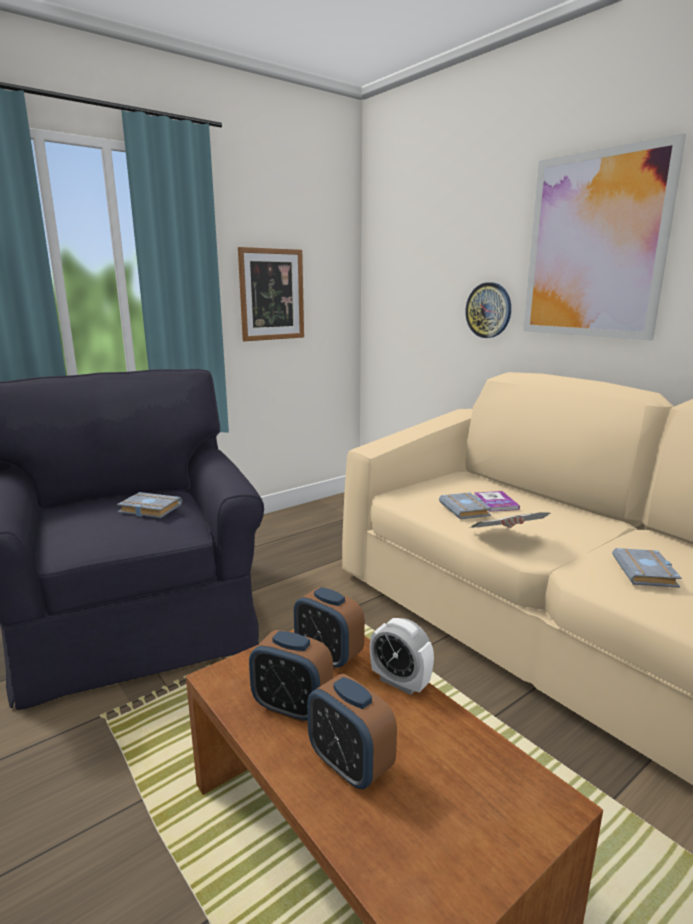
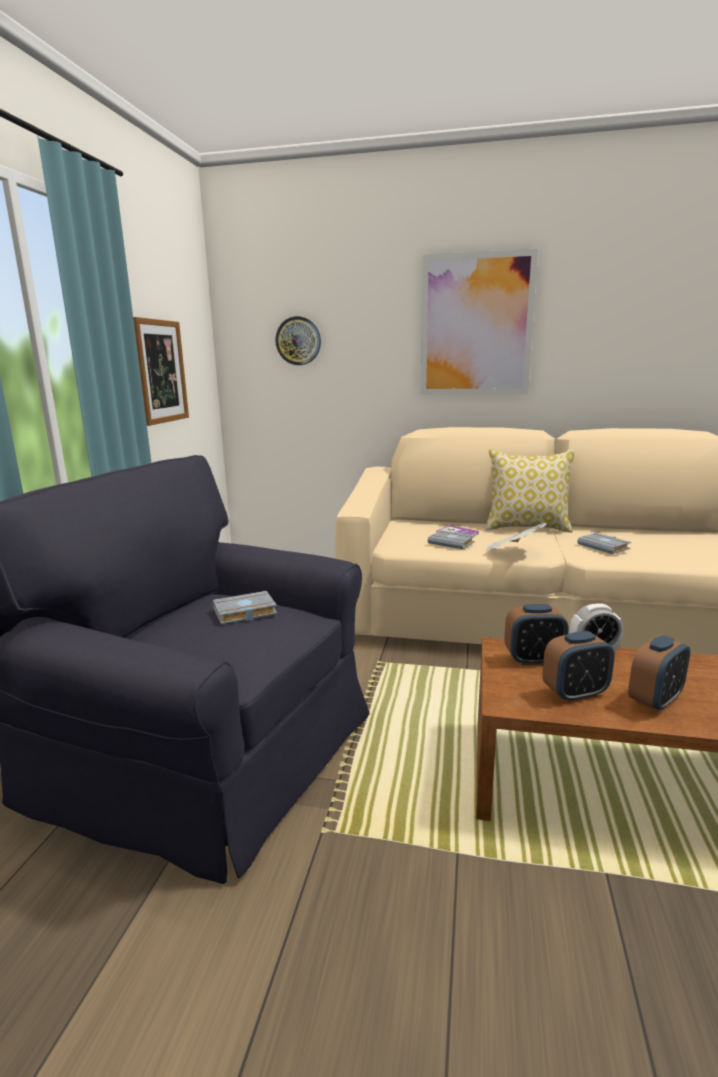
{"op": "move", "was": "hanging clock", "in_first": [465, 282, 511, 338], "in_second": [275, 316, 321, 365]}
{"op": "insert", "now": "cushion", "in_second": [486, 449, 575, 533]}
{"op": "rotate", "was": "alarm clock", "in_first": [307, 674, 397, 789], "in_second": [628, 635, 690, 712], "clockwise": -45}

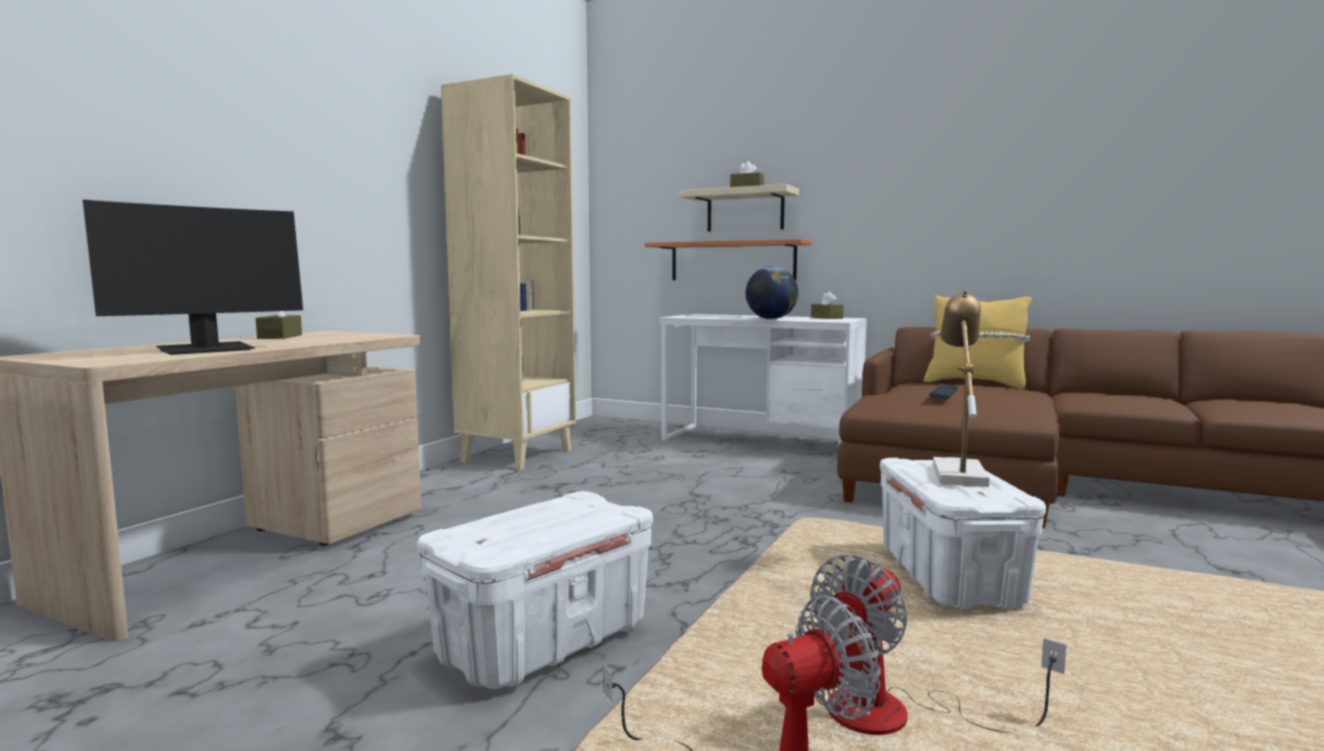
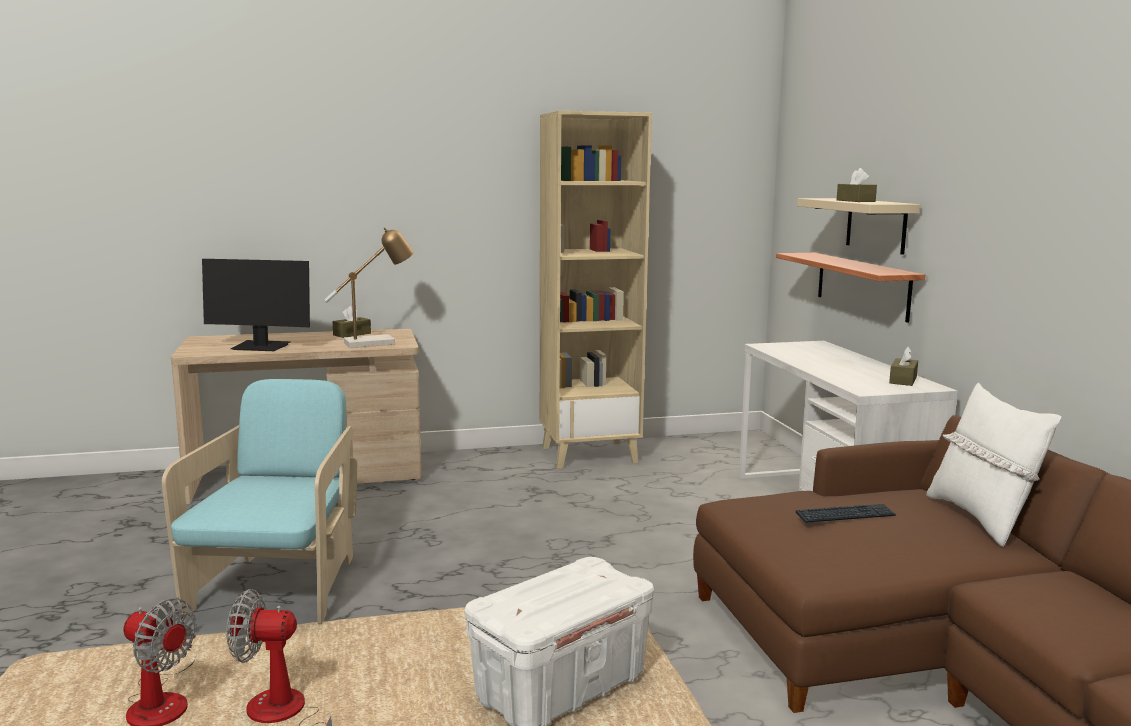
{"op": "replace", "was": "white-coloured storage container", "now": "blue-green armchair", "in_first": [417, 491, 653, 689], "in_second": [162, 379, 357, 624]}
{"op": "move", "was": "table lamp", "in_first": [933, 290, 990, 487], "in_second": [324, 228, 414, 348]}
{"op": "recolor", "was": "yellow-coloured cushion", "now": "white-coloured cushion", "in_first": [923, 295, 1032, 389], "in_second": [926, 383, 1061, 547]}
{"op": "delete", "was": "world globe", "in_first": [746, 266, 798, 319]}

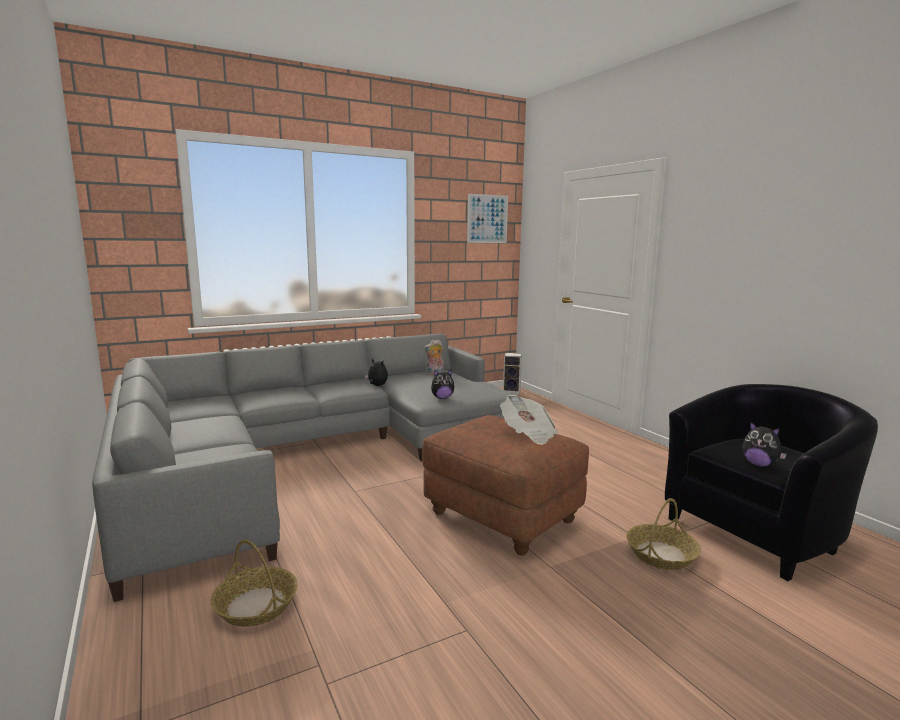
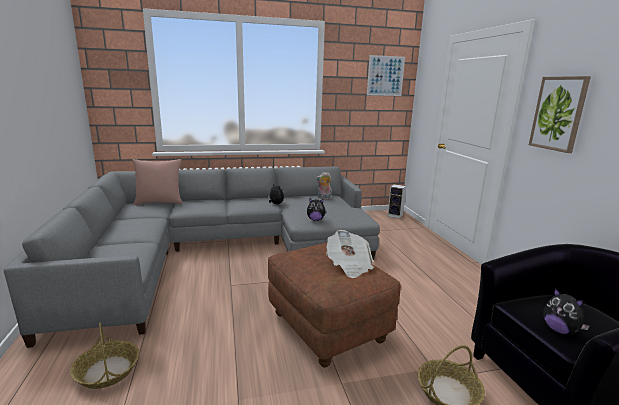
{"op": "insert", "now": "pinkish cushion", "in_second": [132, 159, 183, 205]}
{"op": "insert", "now": "wall picture", "in_second": [529, 76, 591, 153]}

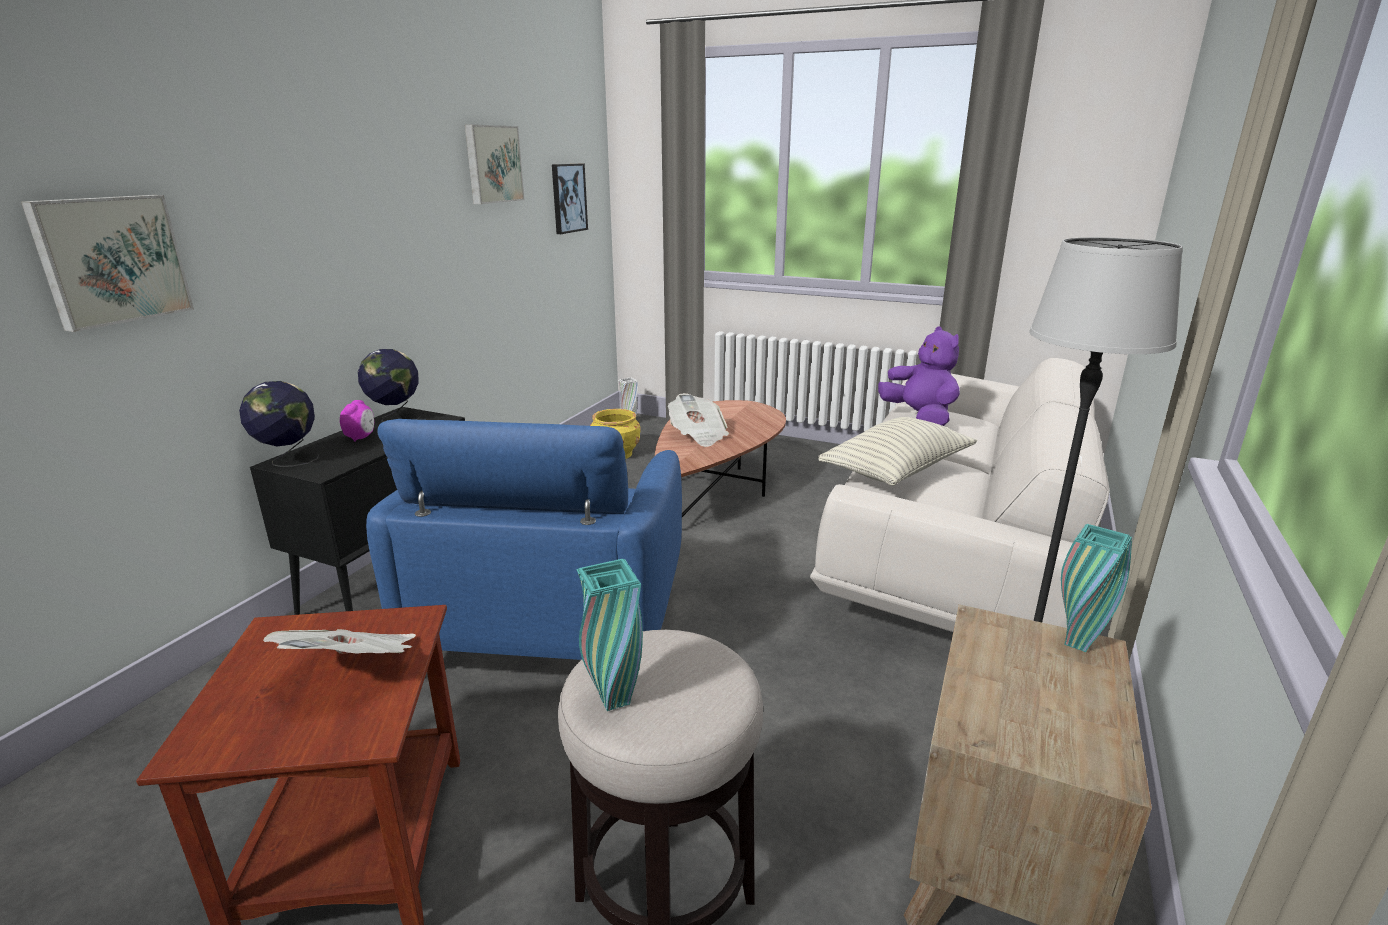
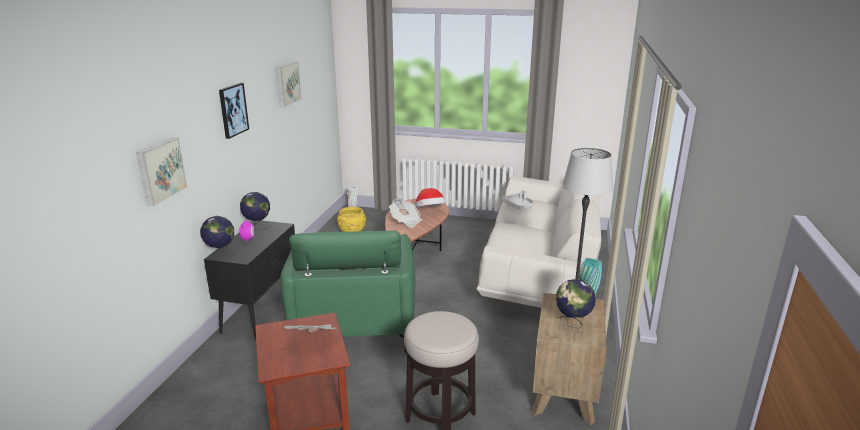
{"op": "move", "was": "wall picture", "in_first": [552, 164, 588, 234], "in_second": [219, 83, 249, 139]}
{"op": "recolor", "was": "bluish armchair", "now": "green-coloured armchair", "in_first": [366, 419, 682, 660], "in_second": [280, 231, 415, 353]}
{"op": "insert", "now": "wearable hat", "in_second": [415, 188, 446, 208]}
{"op": "replace", "was": "purple cuddly toy", "now": "grey tray", "in_first": [878, 327, 960, 426], "in_second": [502, 190, 534, 210]}
{"op": "insert", "now": "world globe", "in_second": [556, 279, 596, 329]}
{"op": "delete", "was": "blue-green decorative vase", "in_first": [576, 559, 643, 711]}
{"op": "delete", "was": "cushion", "in_first": [818, 417, 977, 486]}

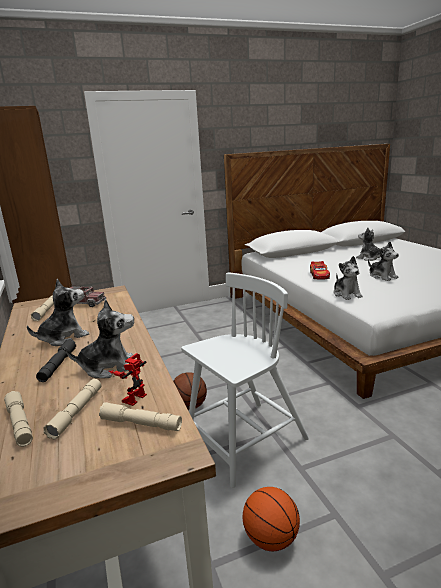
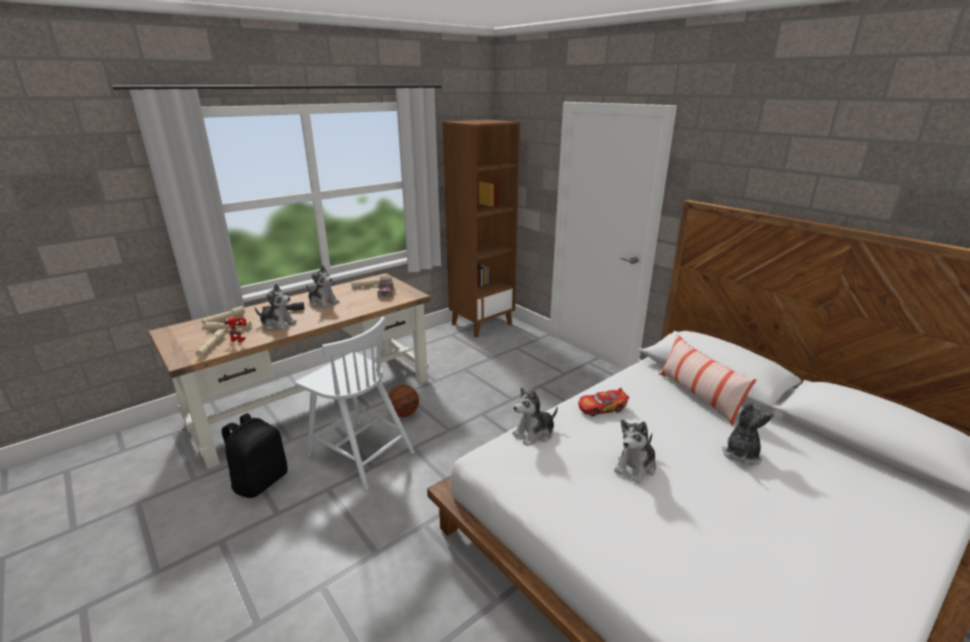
{"op": "replace", "was": "basketball ball", "now": "black rucksack", "in_first": [243, 487, 300, 551], "in_second": [222, 413, 288, 498]}
{"op": "rotate", "was": "cuddly toy", "in_first": [65, 299, 134, 378], "in_second": [255, 284, 297, 331], "clockwise": -45}
{"op": "insert", "now": "cushion", "in_second": [658, 334, 756, 425]}

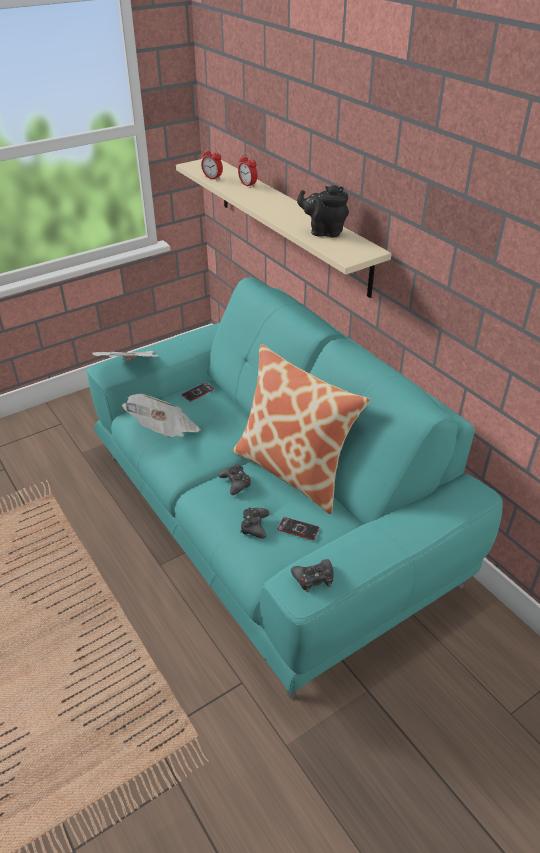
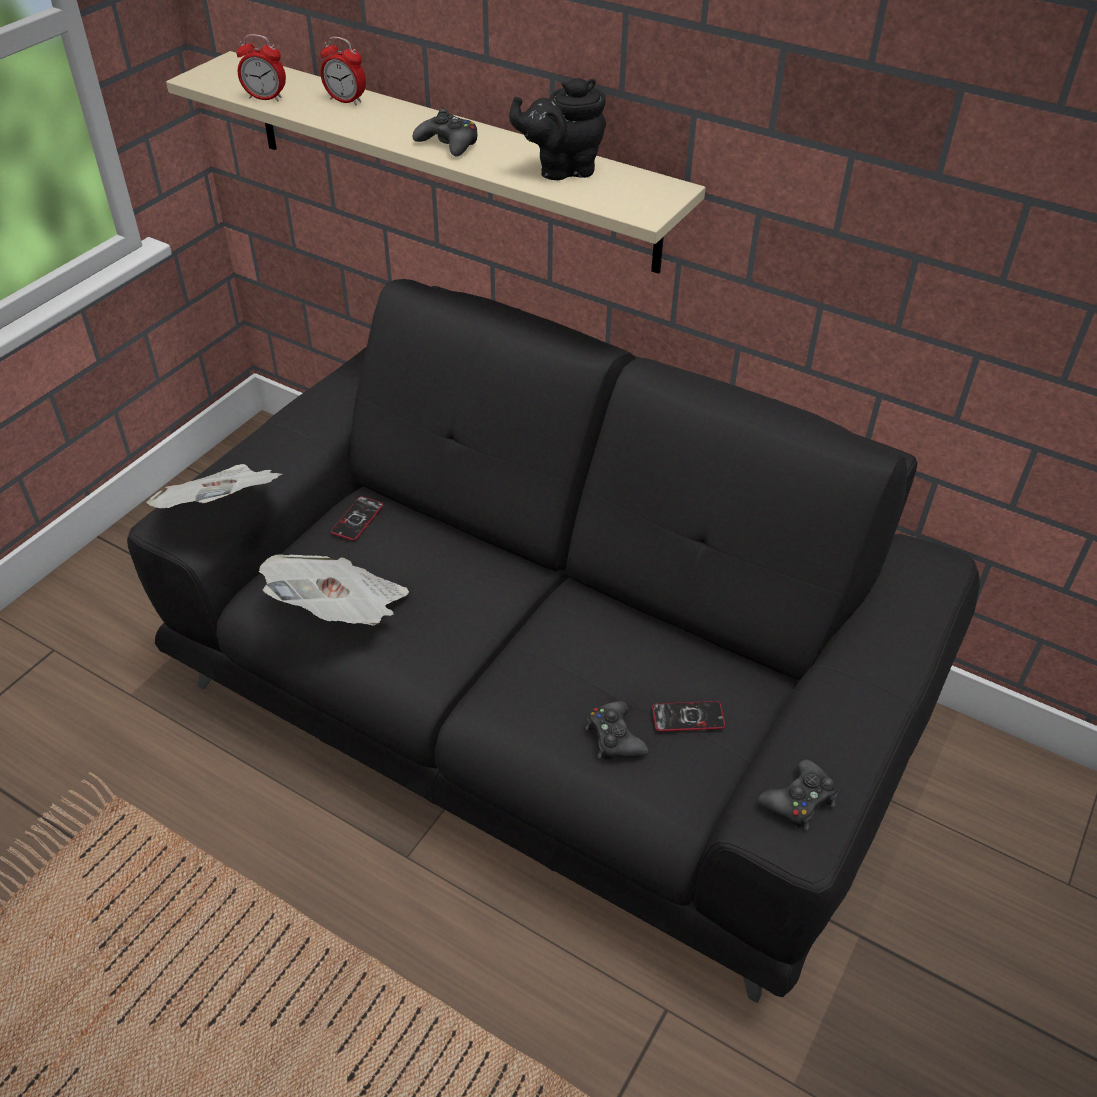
{"op": "recolor", "was": "blue-green settee", "now": "black settee", "in_first": [87, 278, 503, 699], "in_second": [127, 279, 980, 1003]}
{"op": "move", "was": "black game controller", "in_first": [218, 464, 251, 495], "in_second": [413, 109, 477, 157]}
{"op": "delete", "was": "cushion", "in_first": [233, 344, 370, 514]}

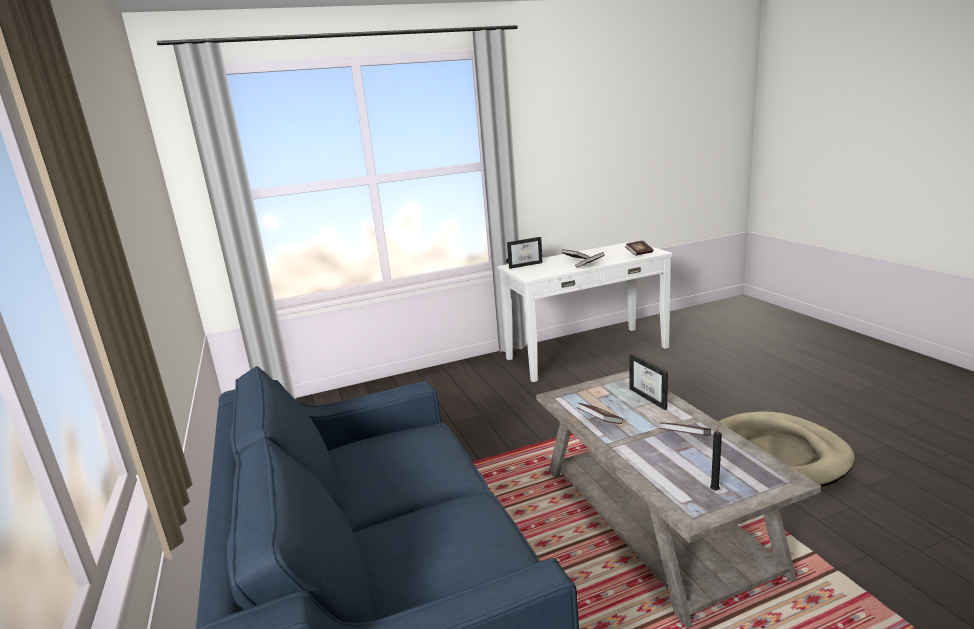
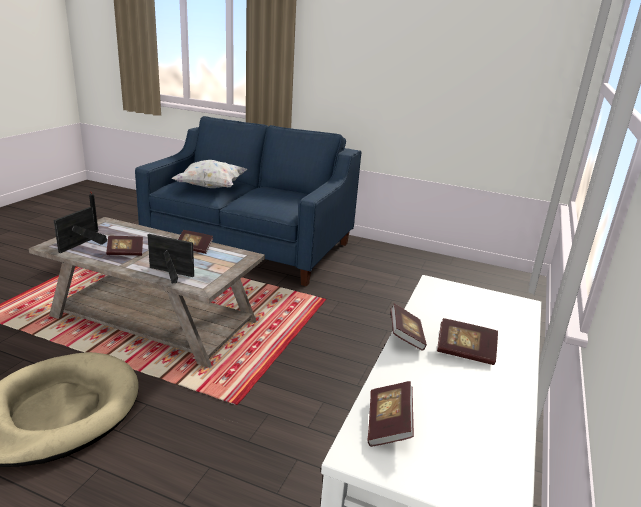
{"op": "move", "was": "picture frame", "in_first": [506, 237, 543, 269], "in_second": [54, 207, 107, 253]}
{"op": "insert", "now": "white-coloured cushion", "in_second": [172, 160, 248, 188]}

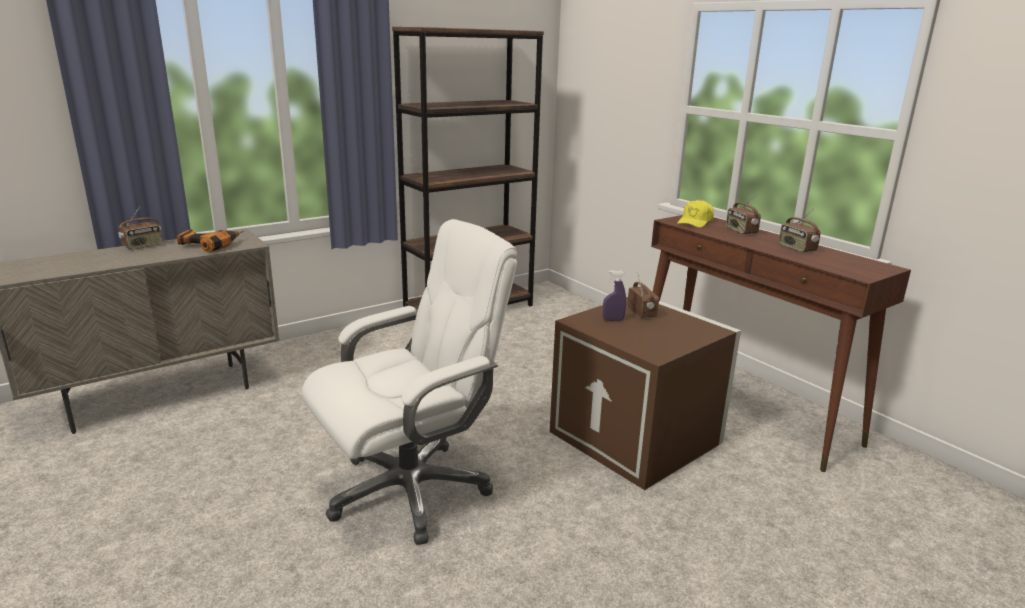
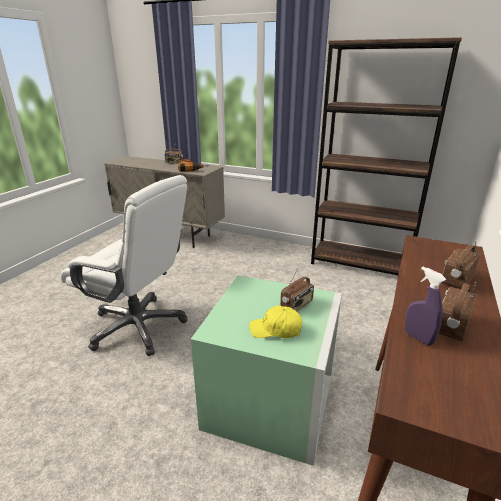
{"op": "recolor", "was": "brown-coloured storage container", "now": "green-coloured storage container", "in_first": [550, 297, 741, 490], "in_second": [191, 275, 342, 466]}
{"op": "move", "was": "yellow-coloured cap", "in_first": [677, 200, 714, 228], "in_second": [249, 305, 302, 338]}
{"op": "move", "was": "purple sprayer", "in_first": [603, 270, 626, 321], "in_second": [405, 267, 446, 346]}

